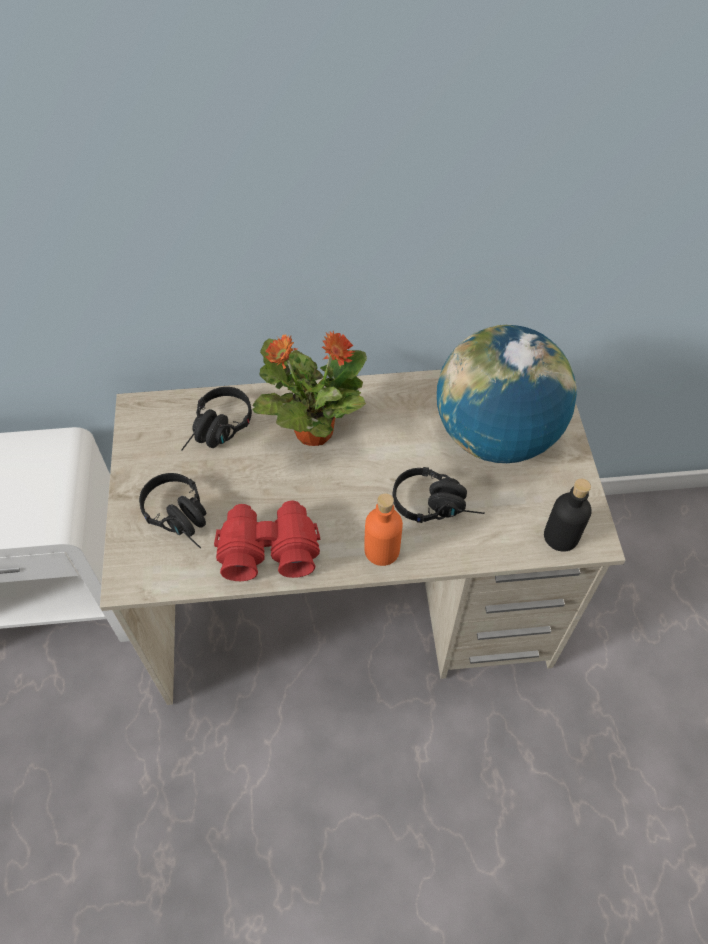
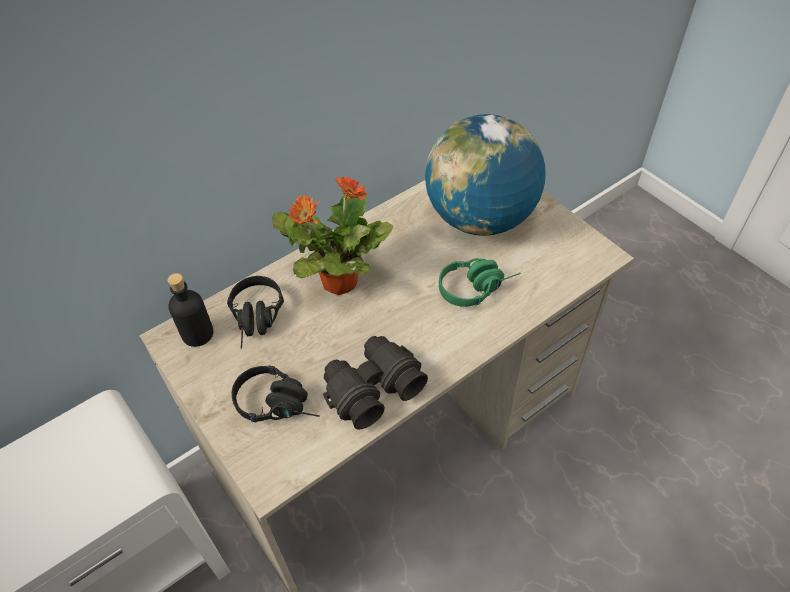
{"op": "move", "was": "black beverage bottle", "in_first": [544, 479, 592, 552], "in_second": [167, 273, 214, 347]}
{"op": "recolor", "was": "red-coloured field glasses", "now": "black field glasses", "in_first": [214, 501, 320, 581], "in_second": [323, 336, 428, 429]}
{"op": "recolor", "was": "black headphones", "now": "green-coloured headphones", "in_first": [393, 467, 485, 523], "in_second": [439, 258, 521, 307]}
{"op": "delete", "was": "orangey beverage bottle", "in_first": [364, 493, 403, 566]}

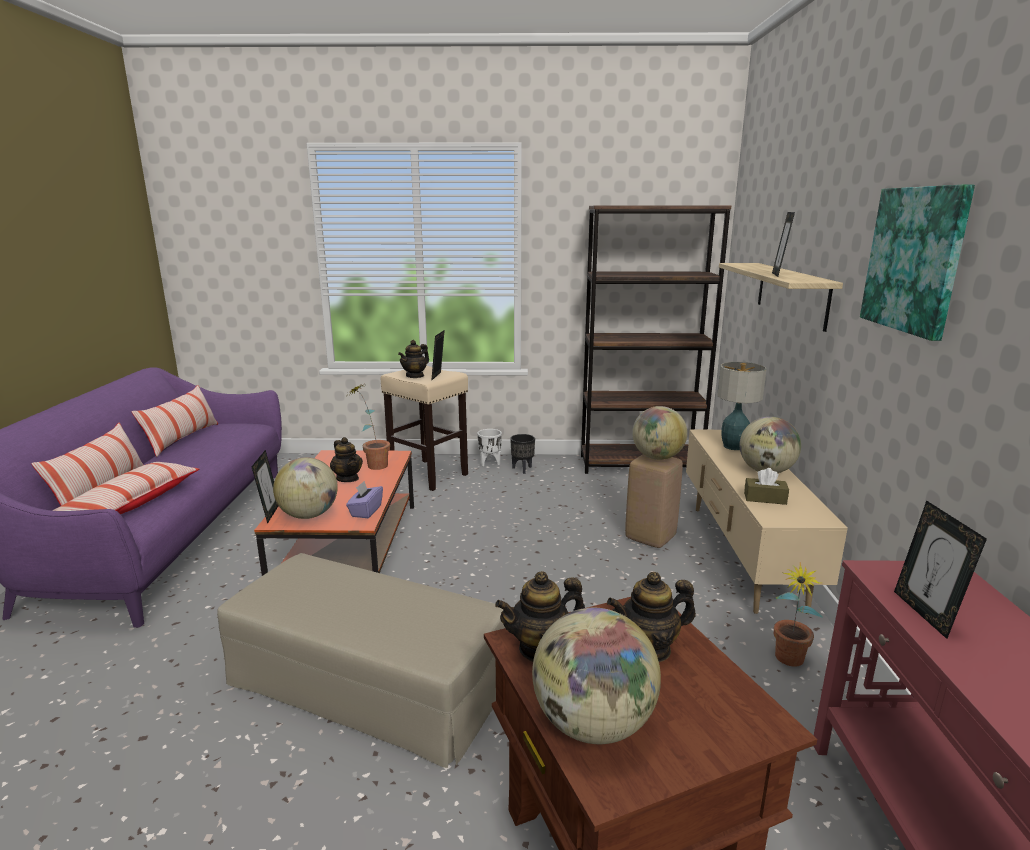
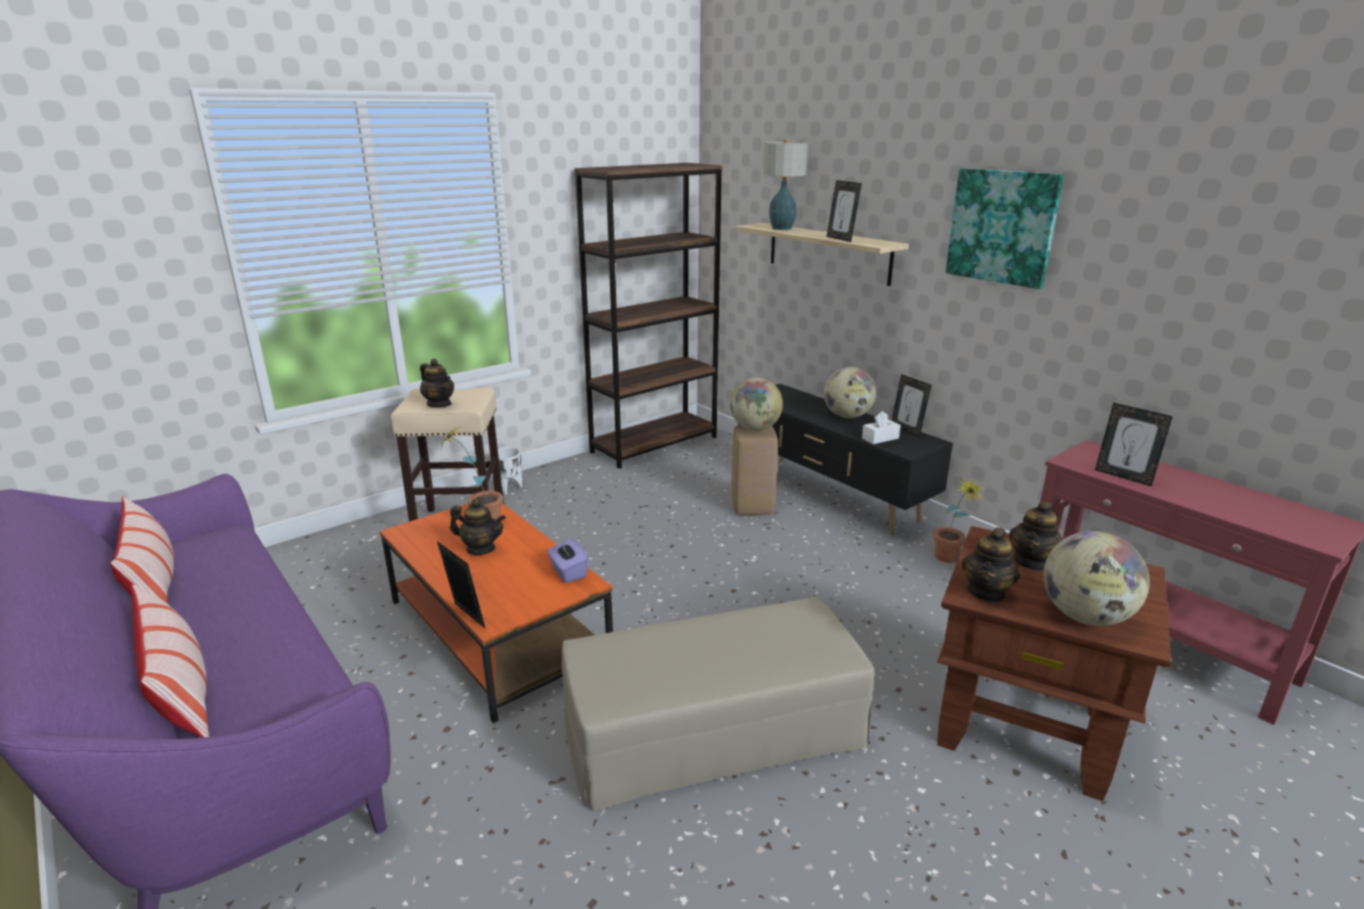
{"op": "rotate", "was": "teapot", "in_first": [398, 340, 429, 378], "in_second": [420, 359, 454, 407], "clockwise": -45}
{"op": "recolor", "was": "beige-coloured tv stand", "now": "black tv stand", "in_first": [686, 430, 848, 614], "in_second": [738, 384, 953, 536]}
{"op": "move", "was": "table lamp", "in_first": [717, 362, 767, 450], "in_second": [763, 139, 808, 230]}
{"op": "recolor", "was": "brown-coloured tissue box", "now": "white-coloured tissue box", "in_first": [744, 468, 789, 505], "in_second": [862, 411, 901, 444]}
{"op": "move", "was": "picture frame", "in_first": [431, 330, 445, 381], "in_second": [892, 374, 931, 438]}
{"op": "delete", "was": "cushion", "in_first": [52, 462, 200, 514]}
{"op": "delete", "was": "world globe", "in_first": [273, 457, 338, 519]}
{"op": "delete", "was": "black flower pot", "in_first": [510, 434, 535, 474]}

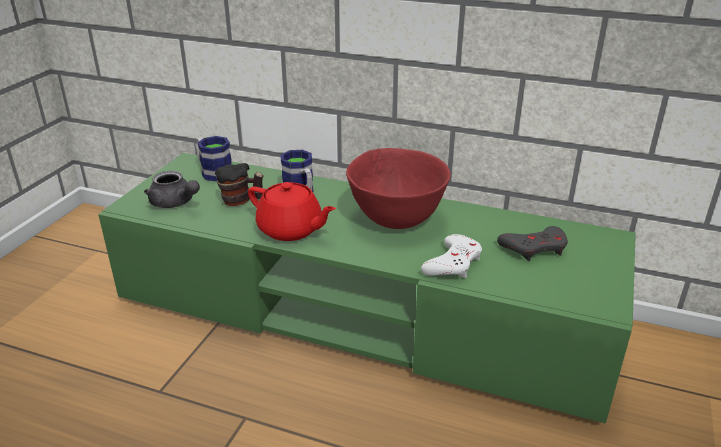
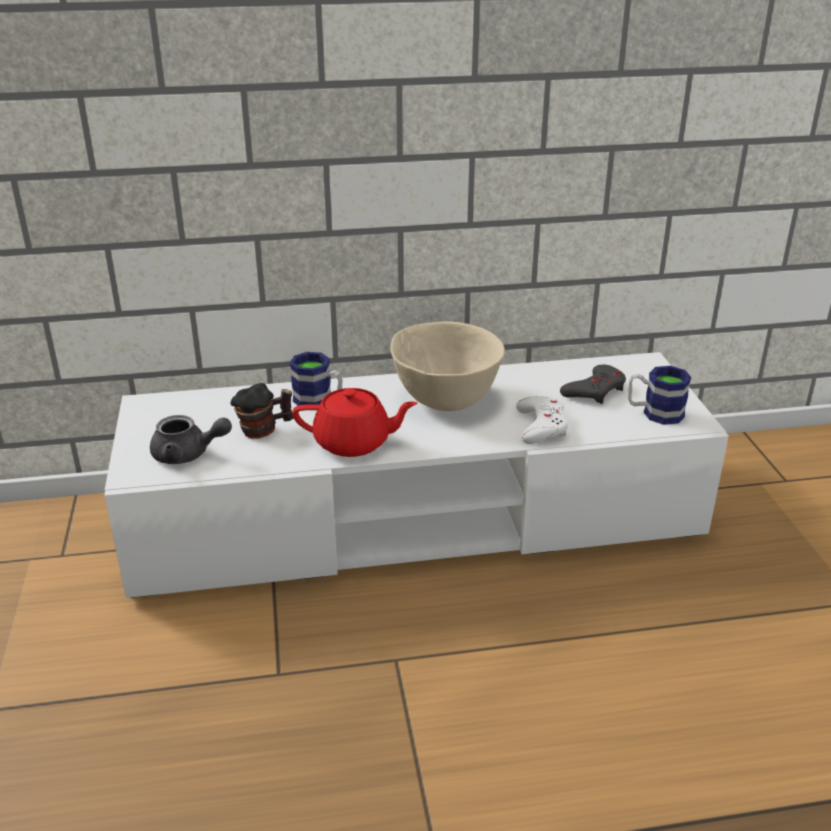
{"op": "recolor", "was": "green-coloured tv stand", "now": "white-coloured tv stand", "in_first": [98, 153, 636, 424], "in_second": [104, 352, 729, 598]}
{"op": "recolor", "was": "red-coloured bowl", "now": "beige-coloured bowl", "in_first": [346, 148, 451, 229], "in_second": [390, 322, 505, 411]}
{"op": "move", "was": "coffee mug", "in_first": [195, 136, 232, 182], "in_second": [628, 366, 692, 425]}

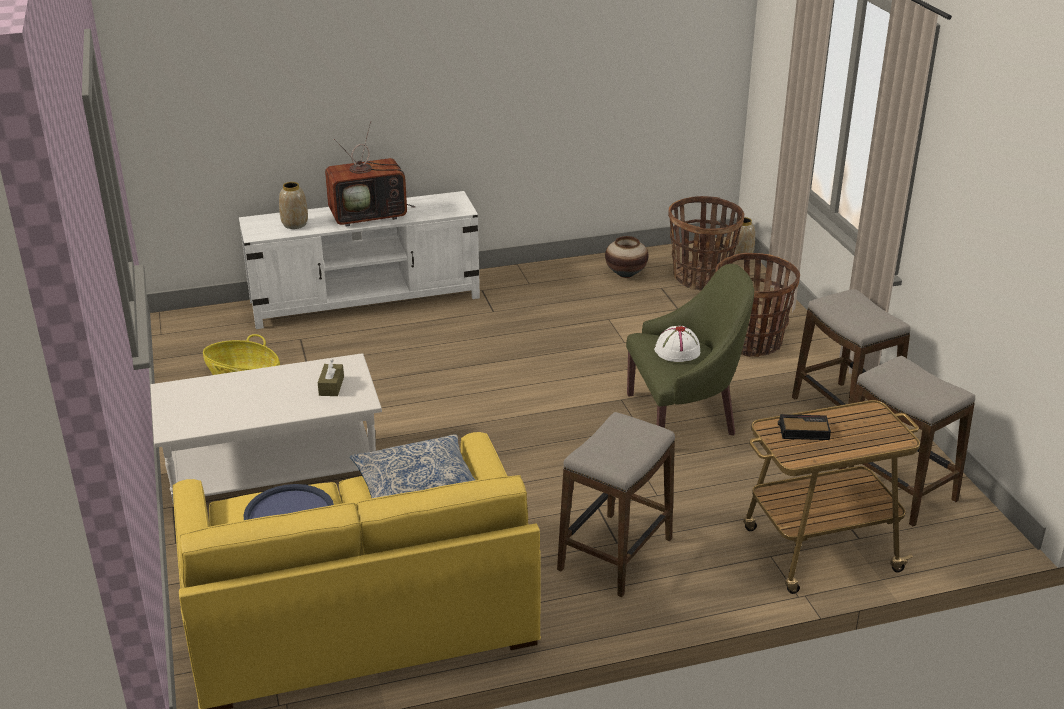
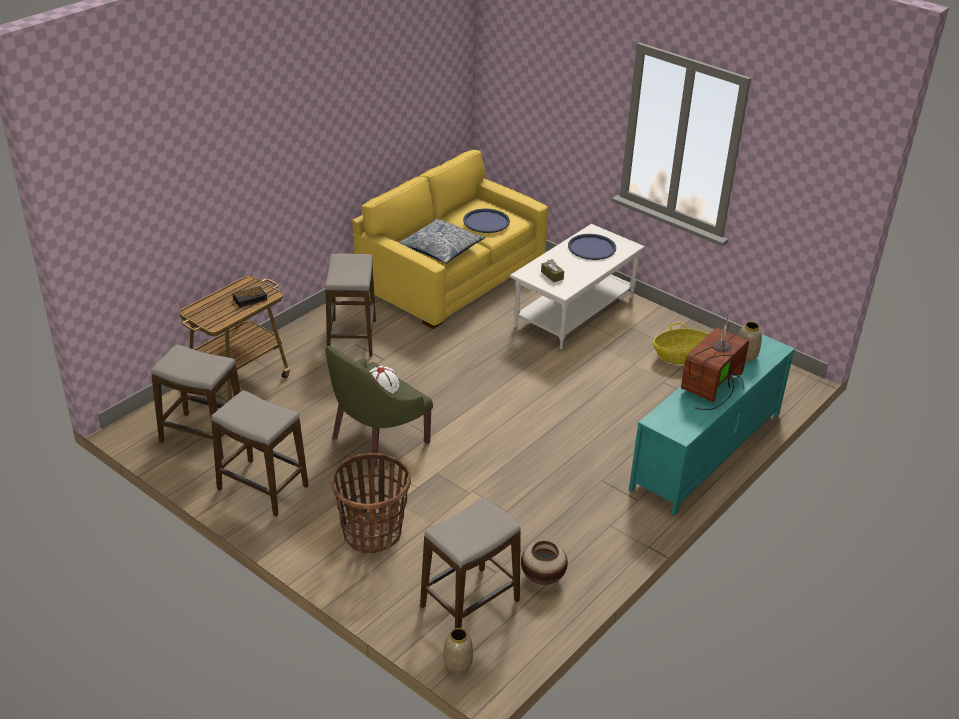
{"op": "replace", "was": "household basket", "now": "stool seat", "in_first": [668, 196, 744, 291], "in_second": [420, 497, 521, 628]}
{"op": "insert", "now": "bluish tray", "in_second": [568, 234, 616, 260]}
{"op": "recolor", "was": "white-coloured tv stand", "now": "blue-green tv stand", "in_first": [239, 191, 480, 329], "in_second": [629, 334, 795, 515]}

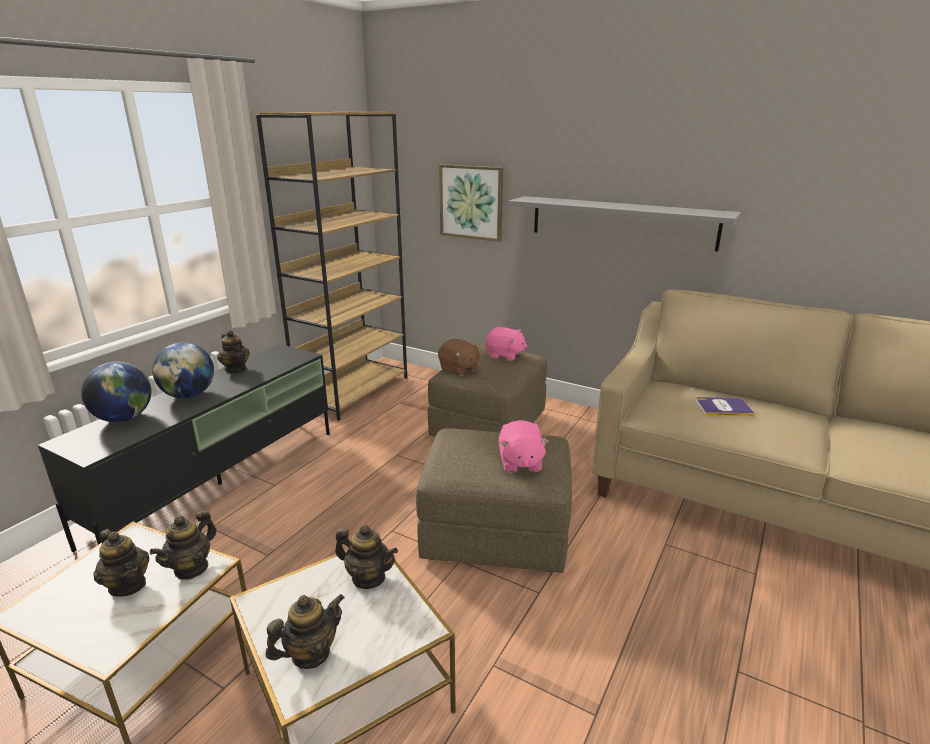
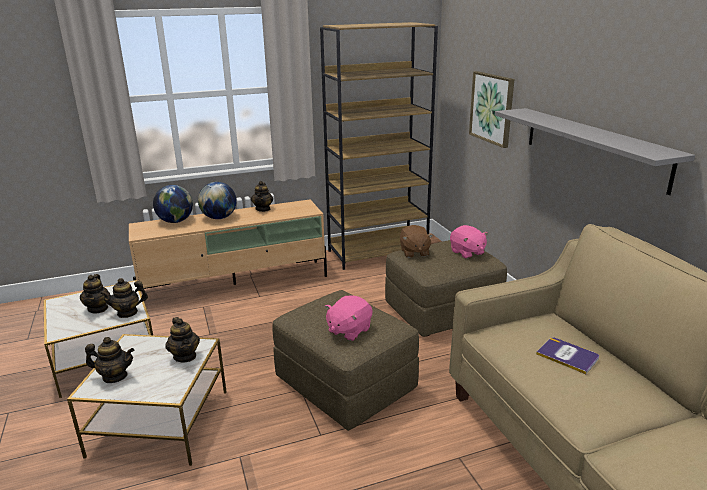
{"op": "recolor", "was": "black tv stand", "now": "beige-coloured tv stand", "in_first": [38, 344, 330, 552], "in_second": [129, 199, 327, 289]}

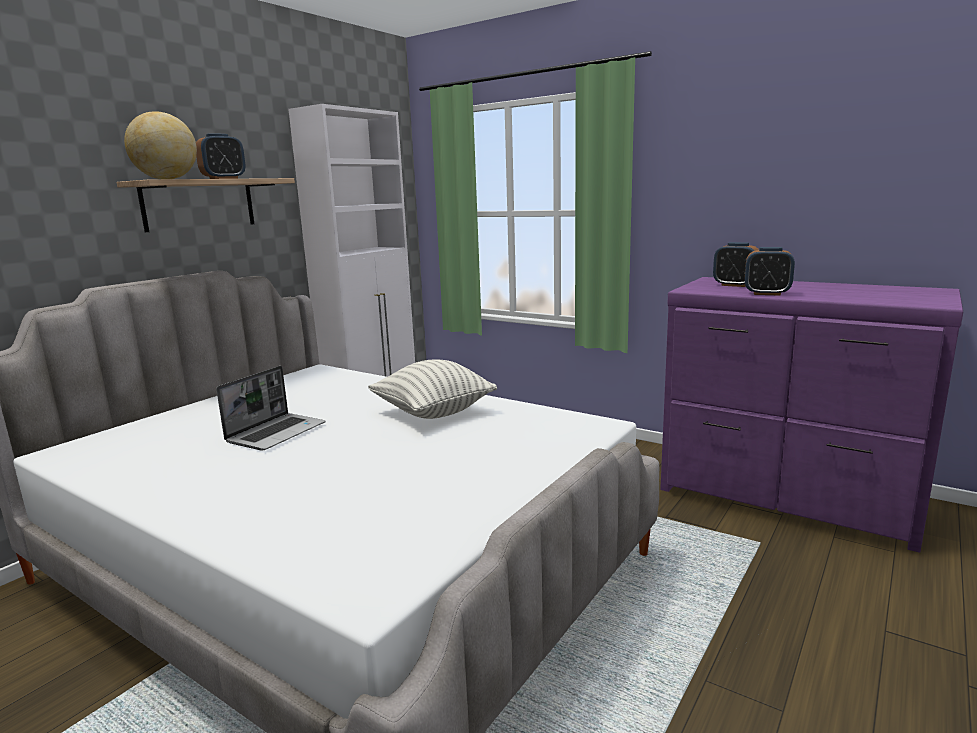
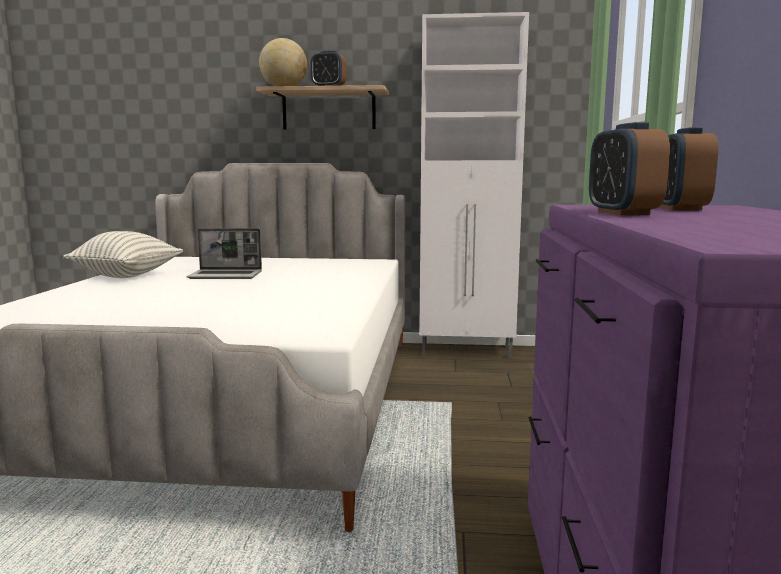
{"op": "move", "was": "cushion", "in_first": [368, 360, 497, 419], "in_second": [63, 231, 183, 278]}

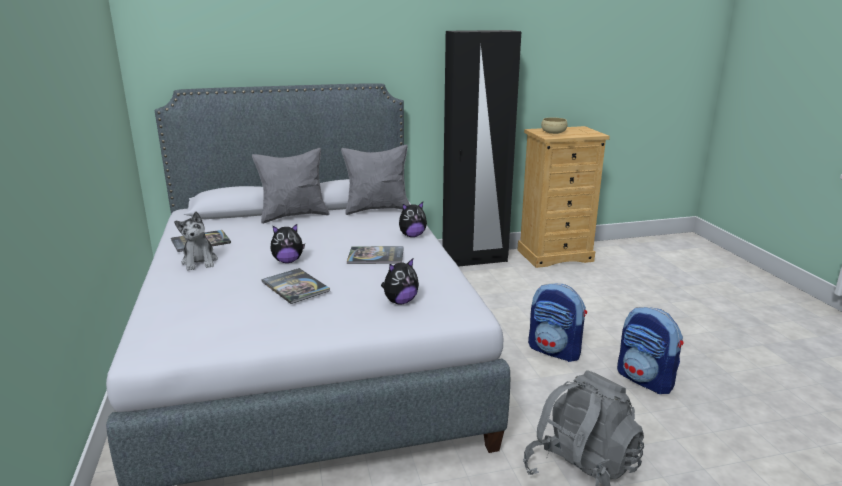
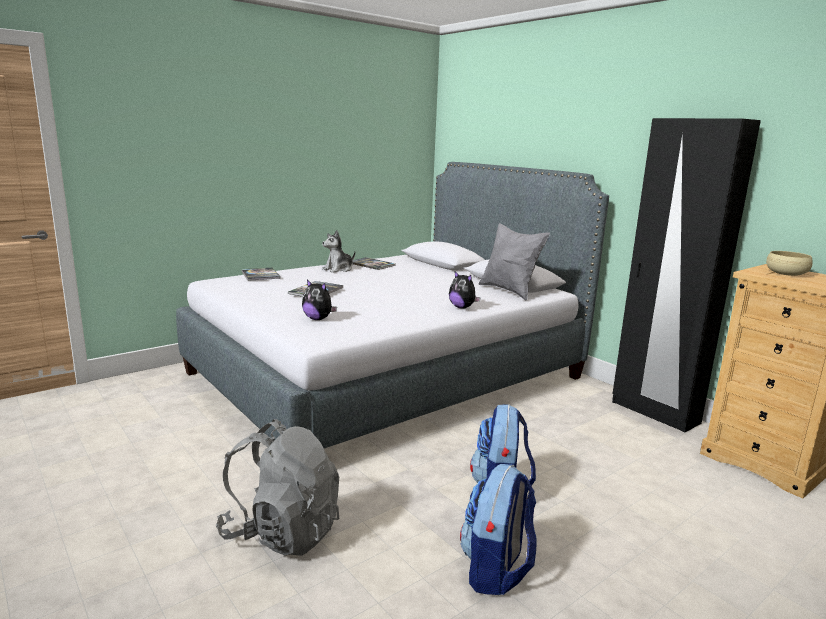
{"op": "move", "was": "volume", "in_first": [347, 246, 404, 264], "in_second": [241, 268, 281, 281]}
{"op": "delete", "was": "grey cushion", "in_first": [252, 148, 330, 224]}
{"op": "delete", "was": "cuddly toy", "in_first": [271, 224, 305, 263]}

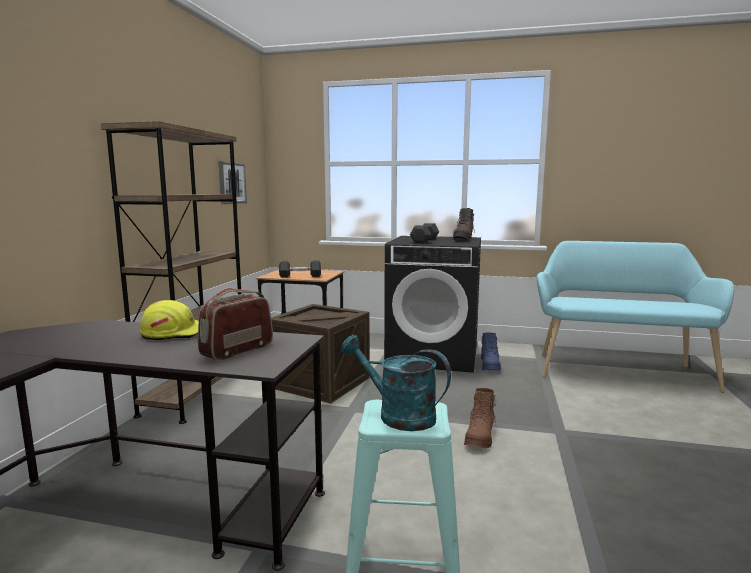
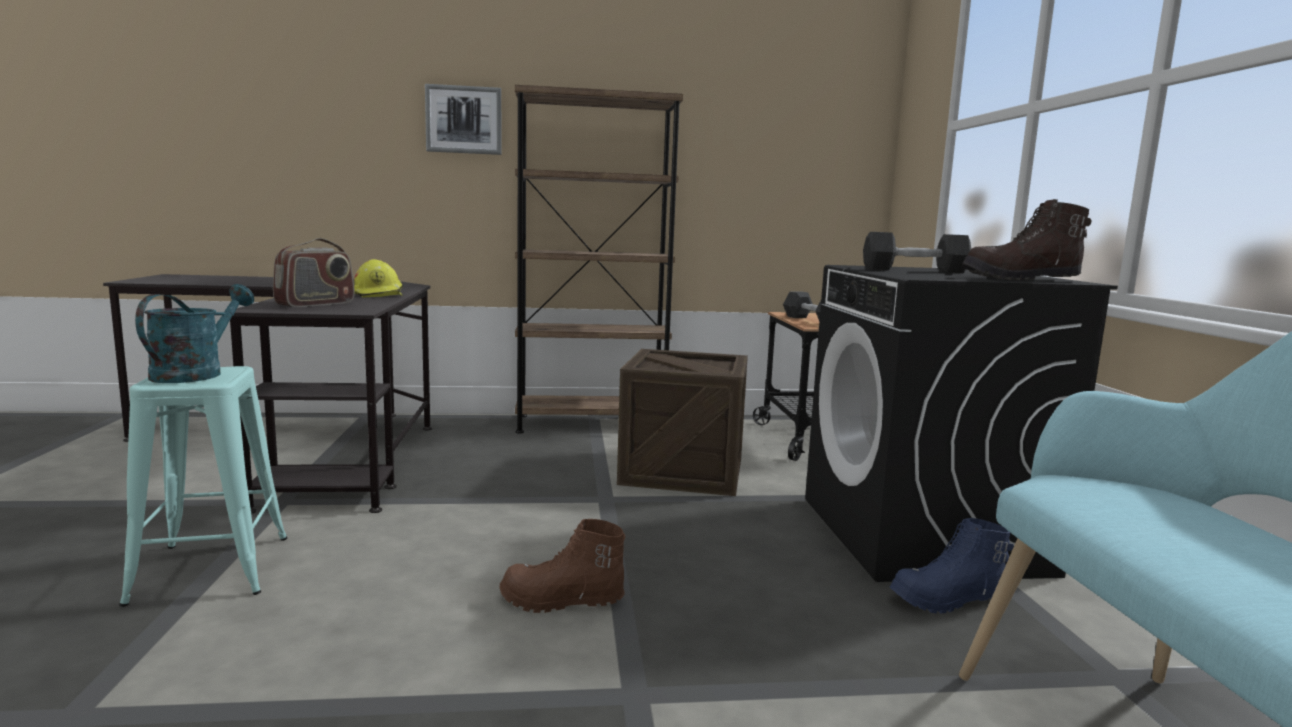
{"op": "rotate", "was": "radio", "in_first": [198, 288, 273, 360], "in_second": [273, 238, 355, 307], "clockwise": 105}
{"op": "move", "was": "wall picture", "in_first": [218, 161, 247, 204], "in_second": [425, 84, 501, 155]}

